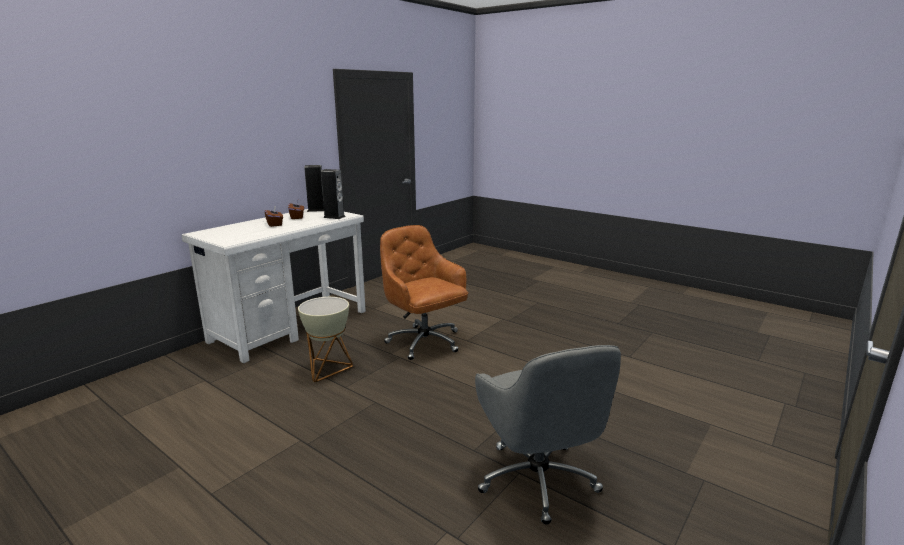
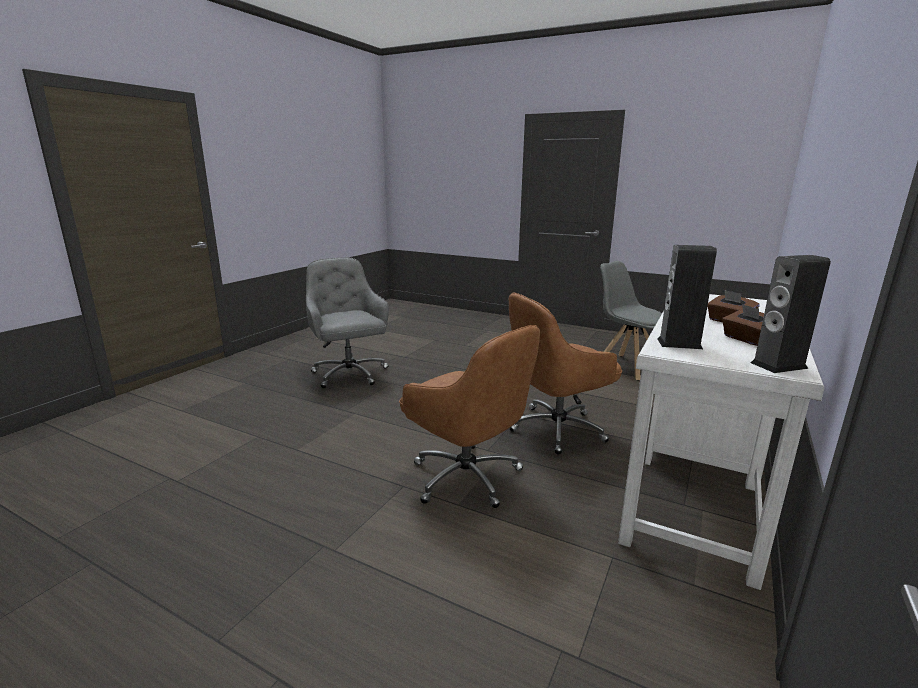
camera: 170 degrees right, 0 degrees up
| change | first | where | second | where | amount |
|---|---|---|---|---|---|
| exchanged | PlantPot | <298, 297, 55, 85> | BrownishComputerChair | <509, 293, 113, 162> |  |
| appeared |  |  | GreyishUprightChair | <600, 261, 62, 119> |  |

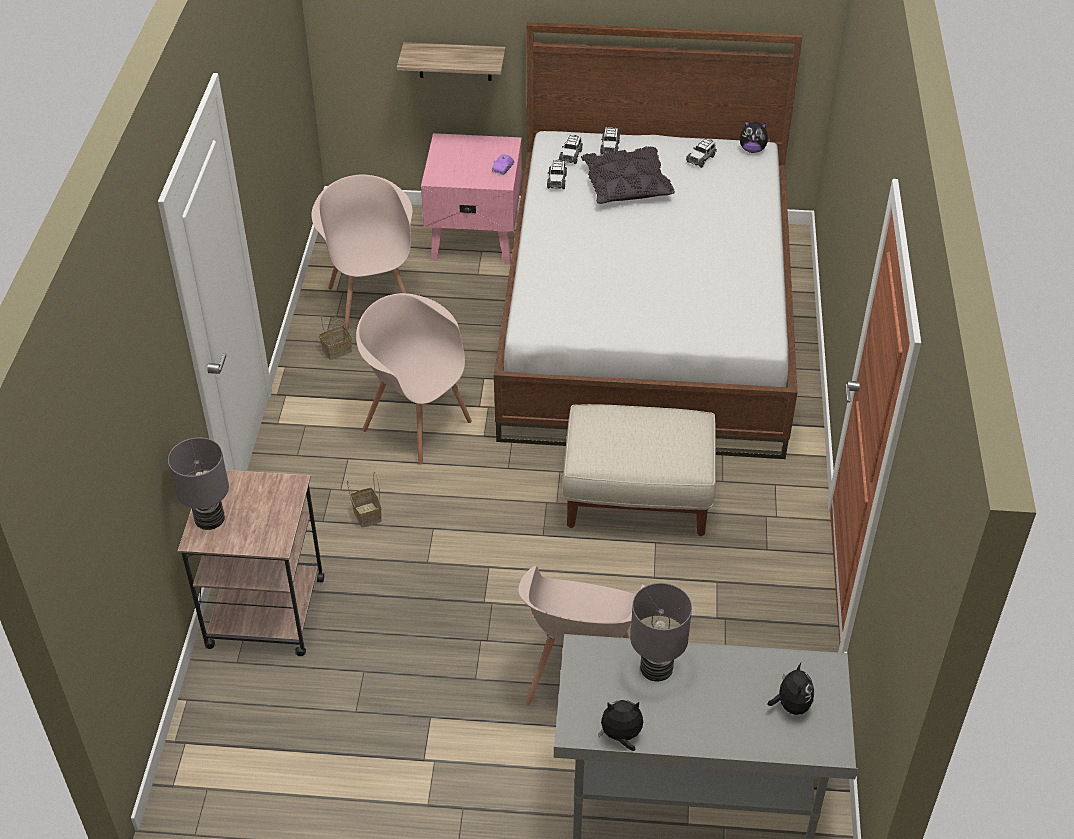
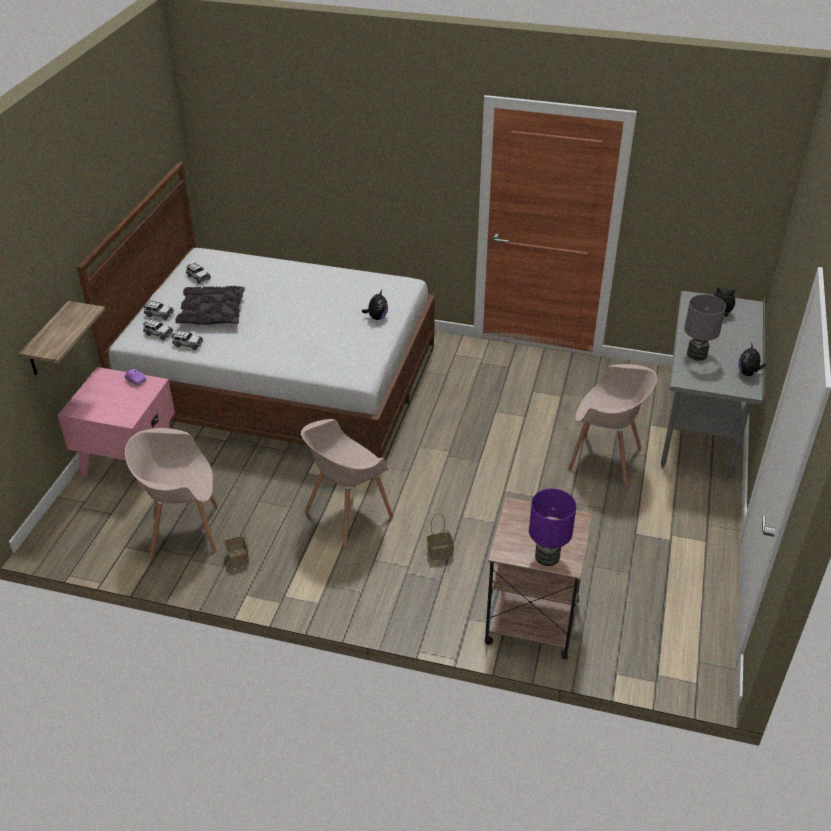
camera: 80 degrees left, 5 degrees down
| change | first | where | second | where | amount |
|---|---|---|---|---|---|
| relocated | SoftToy | <740, 120, 31, 33> |  | <362, 290, 26, 30> |  |
| missing | BeigeColouredPouffe | <562, 404, 154, 132> |  |  |  |
| colour | GreyishTabletopLamp | <168, 438, 61, 92> | PurpleTabletopLamp | <529, 489, 47, 77> |  |

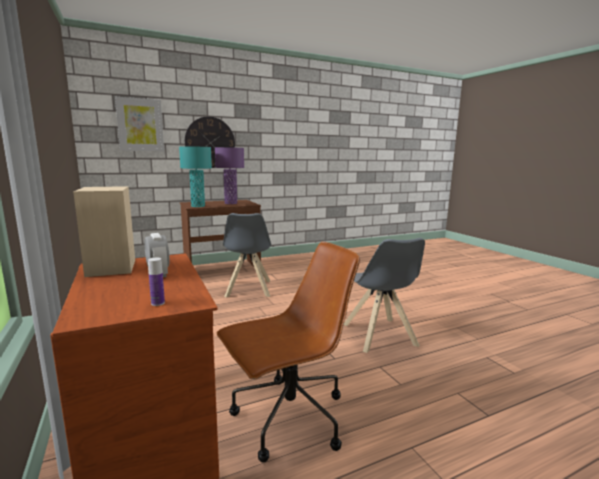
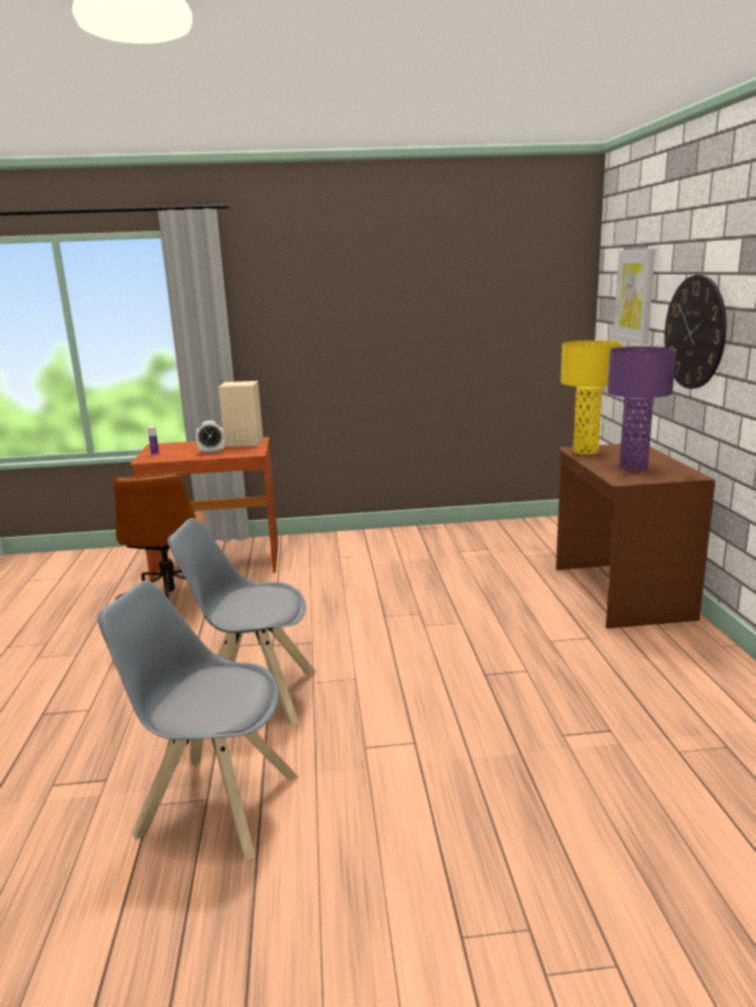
camera: 110 degrees right, 5 degrees up
| change | first | where | second | where | amount |
|---|---|---|---|---|---|
| colour | TurquoiseColouredTabletopLamp | <179, 146, 33, 61> | YellowColouredTabletopLamp | <561, 340, 61, 115> |  |
| relocated | GreyishUprightChair | <223, 213, 49, 84> |  | <97, 581, 202, 280> |  |

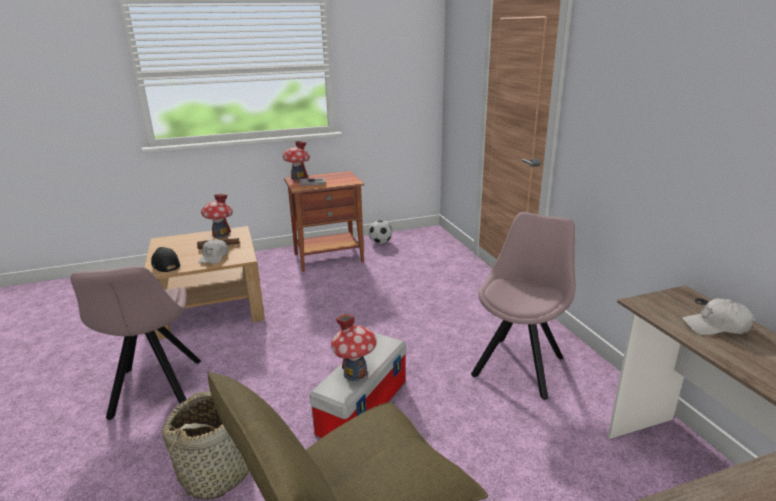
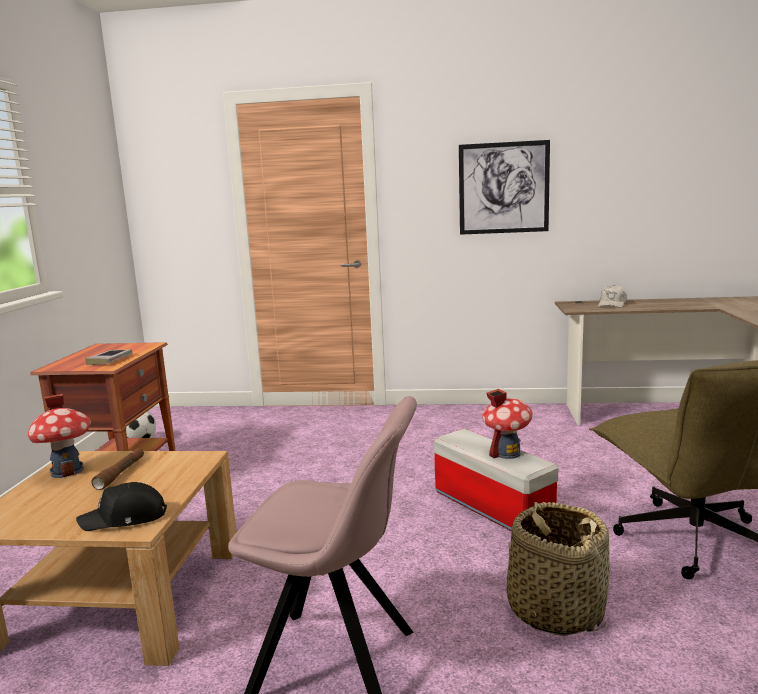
camera: 65 degrees left, 10 degrees down
| change | first | where | second | where | amount |
|---|---|---|---|---|---|
| missing | ToyHouse | <283, 141, 27, 39> |  |  |  |
| missing | PinkUprightChair | <471, 212, 105, 188> |  |  |  |
| missing | WhitishPeakedCap | <198, 239, 30, 25> |  |  |  |
| appeared |  |  | WallArt | <459, 140, 91, 95> |  |

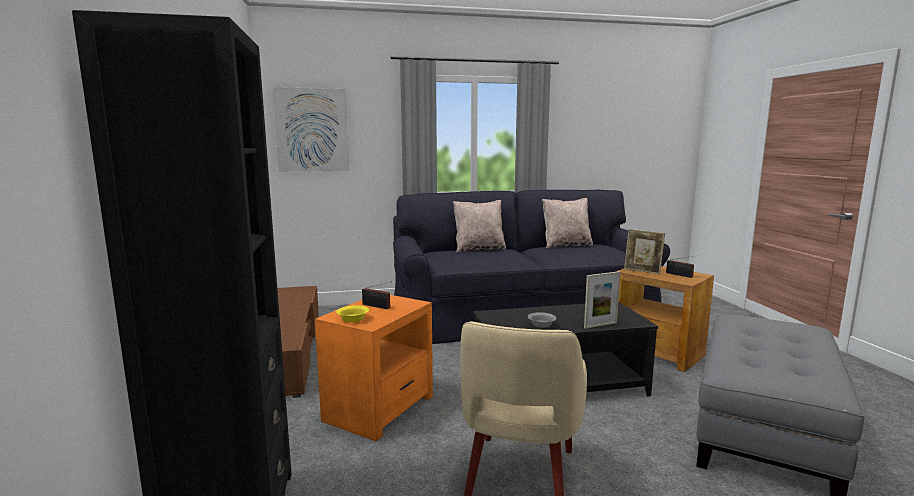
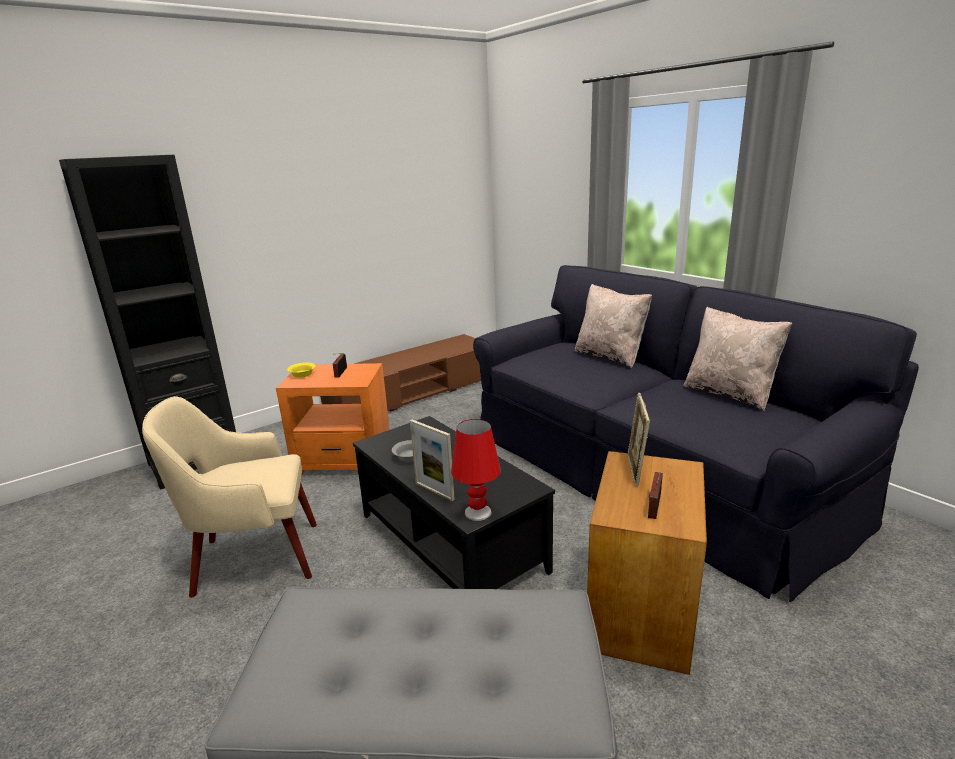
camera: 65 degrees right, 10 degrees up
| change | first | where | second | where | amount |
|---|---|---|---|---|---|
| missing | WallArt | <273, 87, 76, 84> |  |  |  |
| appeared |  |  | ReddishTabletopLamp | <451, 419, 50, 102> |  |

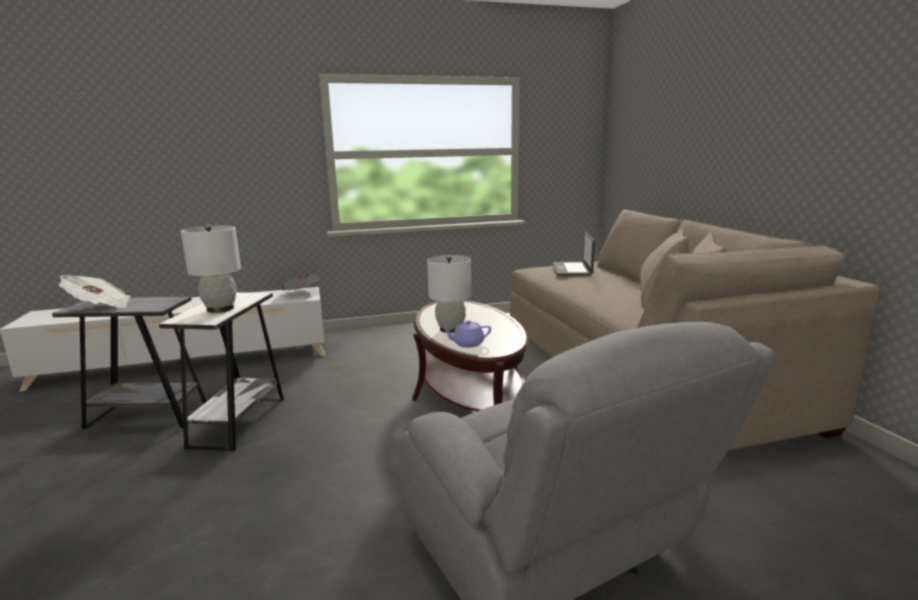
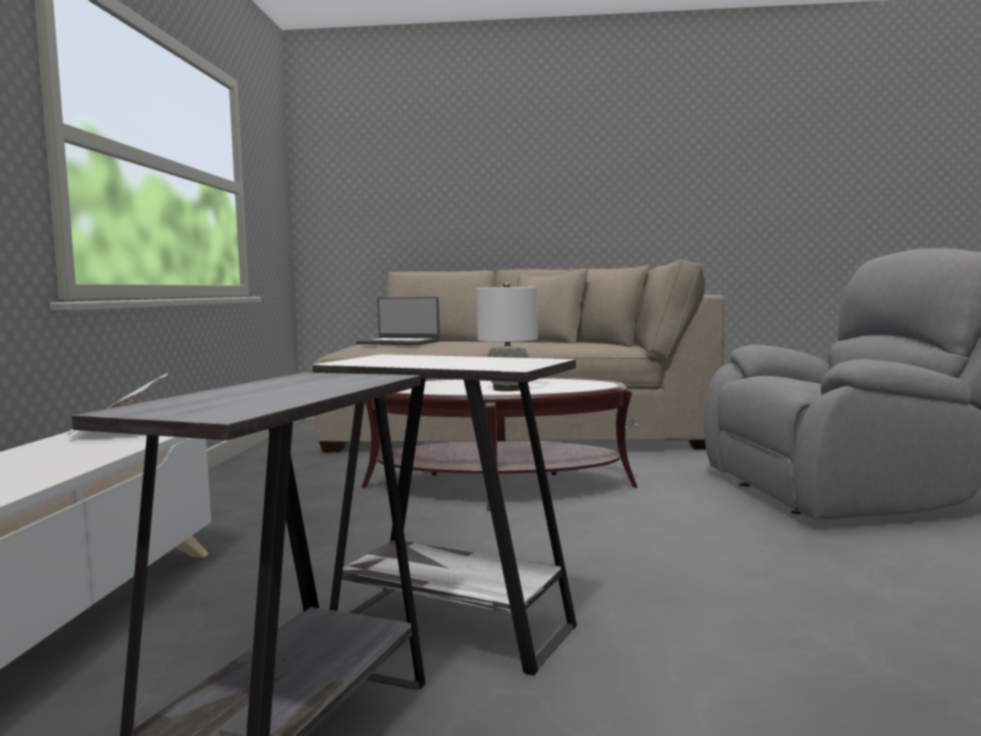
camera: 70 degrees left, 10 degrees down
| change | first | where | second | where | amount |
|---|---|---|---|---|---|
| missing | WhitishTabletopLamp | <181, 225, 60, 88> |  |  |  |
| missing | Newspaper | <59, 275, 72, 33> |  |  |  |
| missing | PurpleTeapot | <442, 320, 49, 28> |  |  |  |

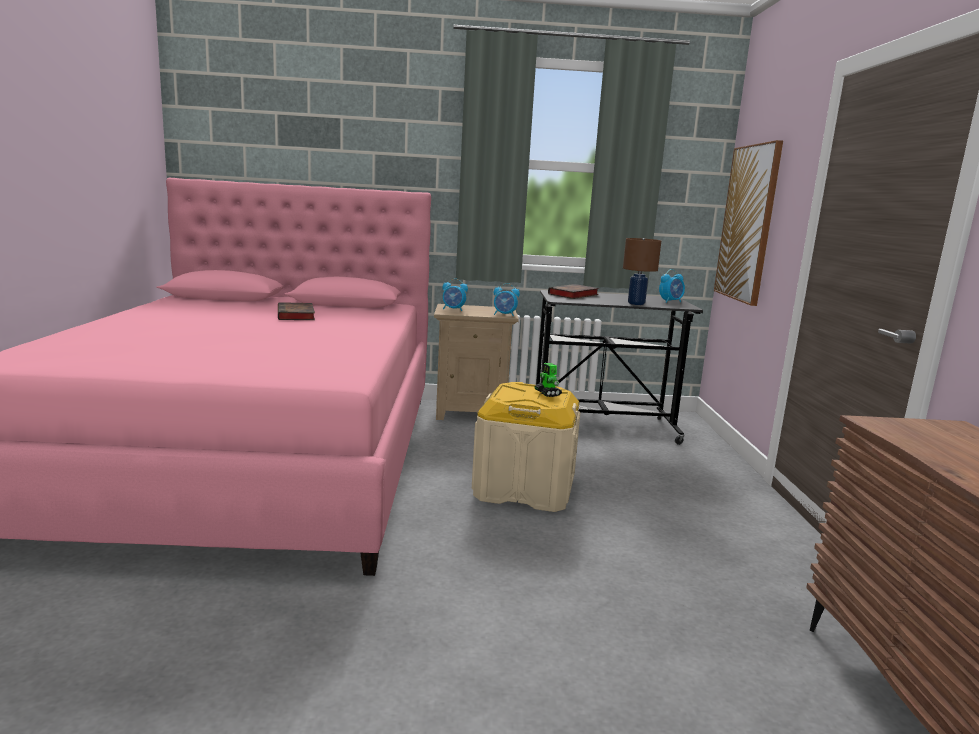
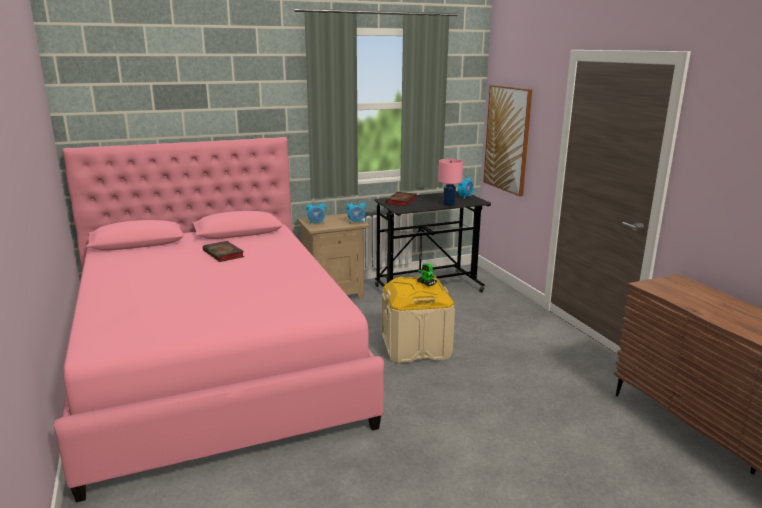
camera: 20 degrees left, 5 degrees up
| change | first | where | second | where | amount |
|---|---|---|---|---|---|
| colour | BrownishTabletopLamp | <623, 238, 39, 67> | PinkTabletopLamp | <438, 159, 25, 47> |  |

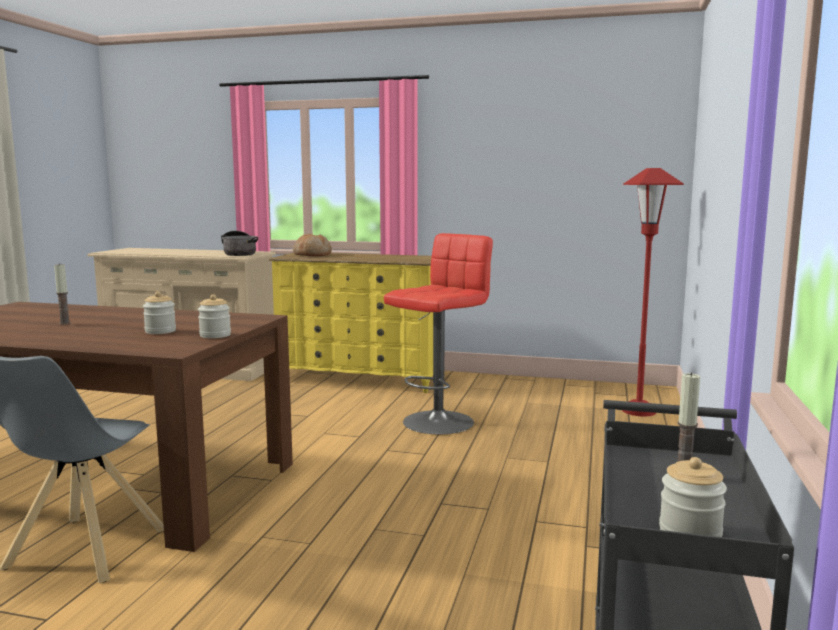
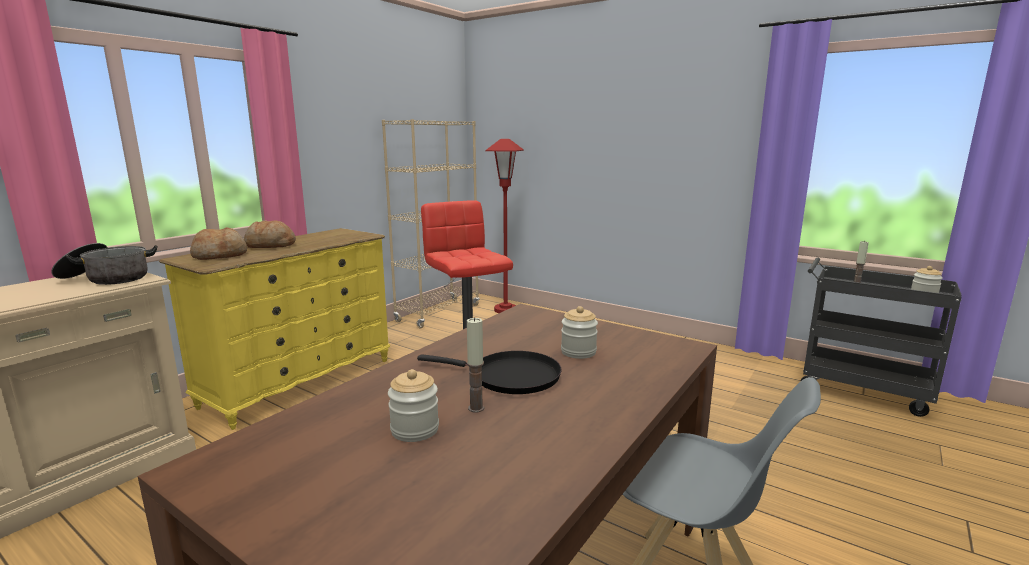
camera: 70 degrees left, 5 degrees up
| change | first | where | second | where | amount |
|---|---|---|---|---|---|
| relocated | Jar | <198, 294, 33, 44> |  | <388, 369, 51, 73> |  |
| appeared |  |  | BeigeColouredBookshelf | <382, 119, 98, 209> |  |
| appeared |  |  | BakedBread | <244, 220, 52, 28> |  |
| appeared |  |  | BlackSkillet | <417, 351, 145, 43> |  |

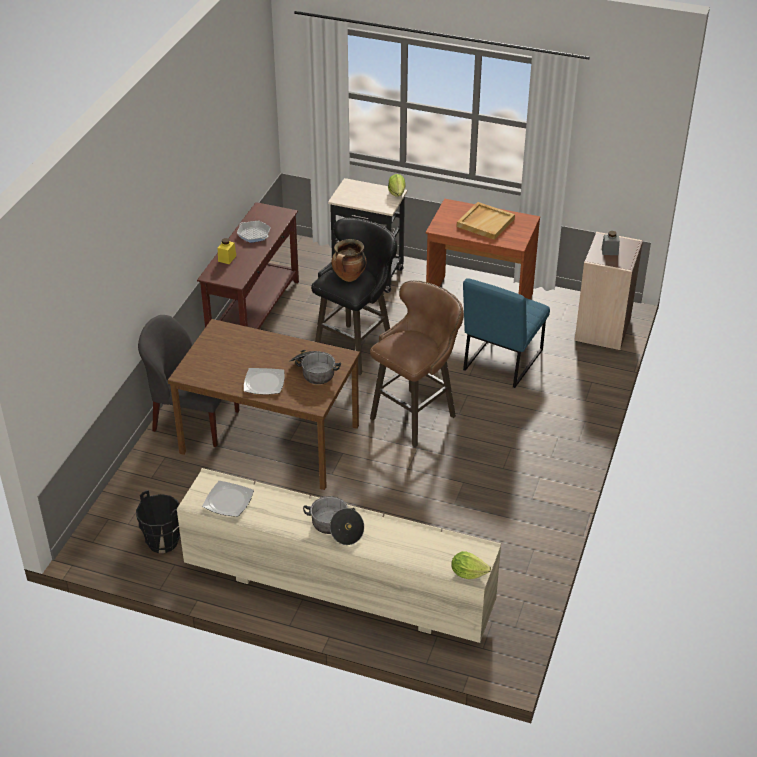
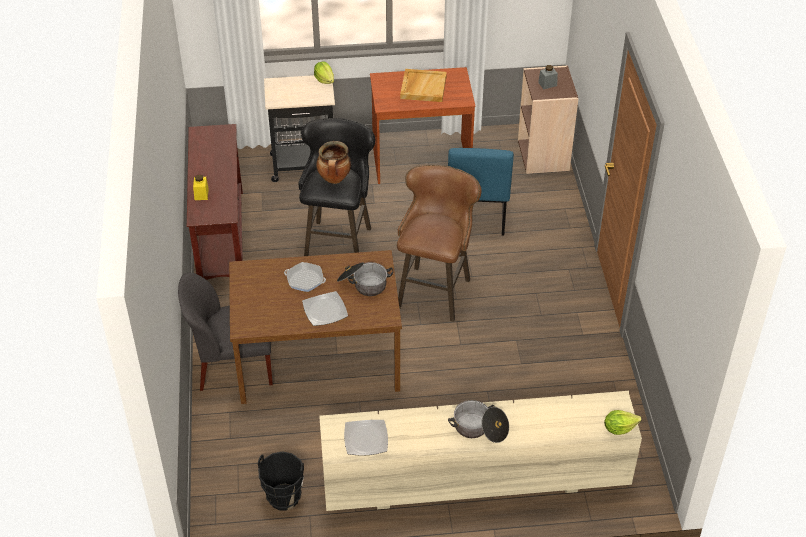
camera: 25 degrees left, 5 degrees up
| change | first | where | second | where | amount |
|---|---|---|---|---|---|
| relocated | Skillet | <237, 221, 34, 22> |  | <284, 262, 42, 30> |  |

